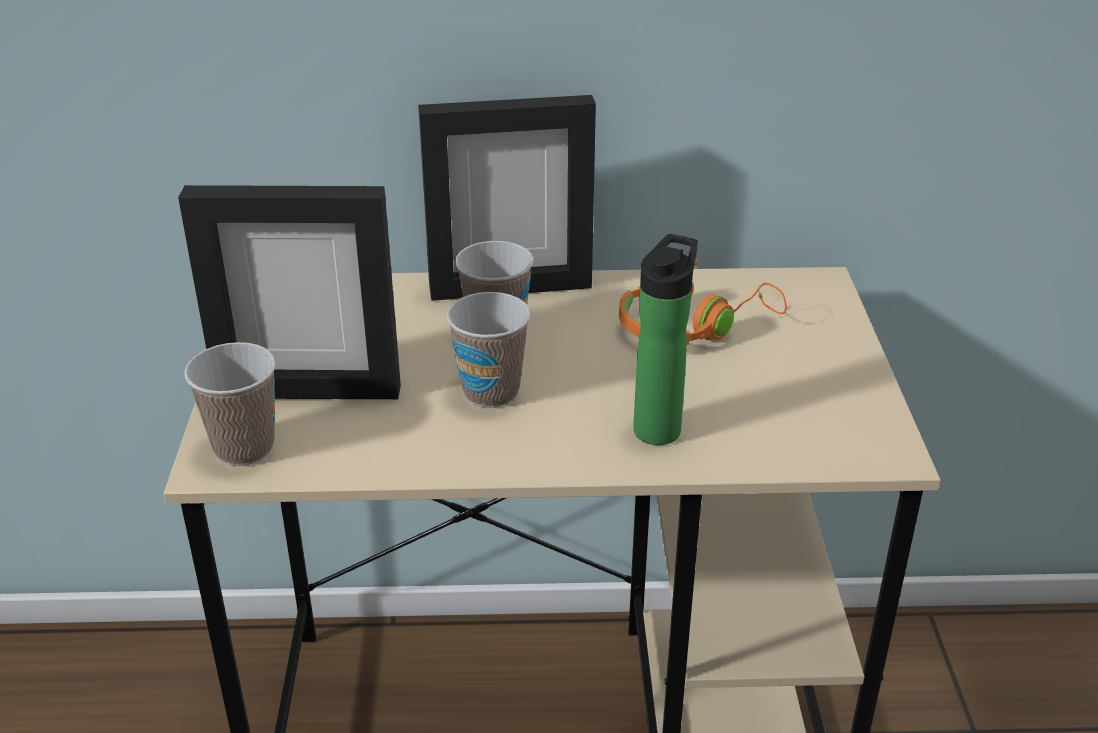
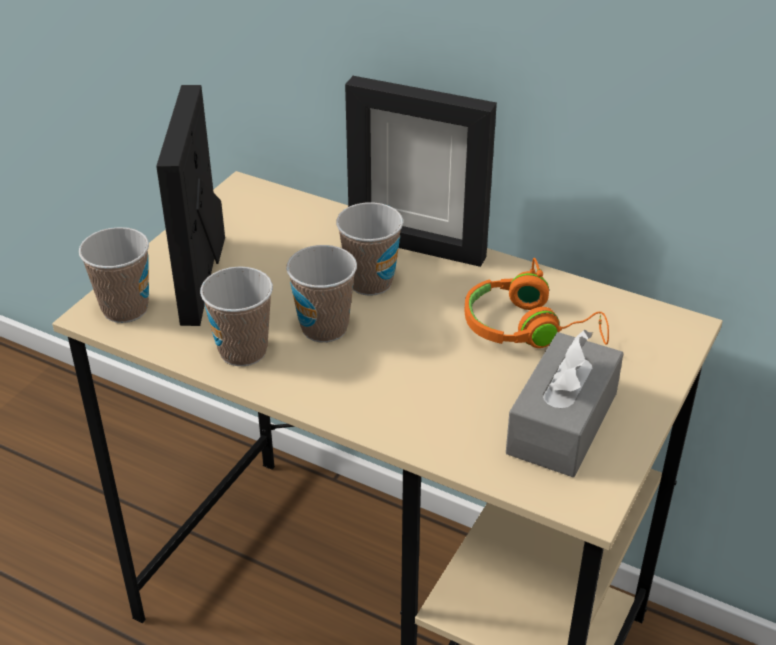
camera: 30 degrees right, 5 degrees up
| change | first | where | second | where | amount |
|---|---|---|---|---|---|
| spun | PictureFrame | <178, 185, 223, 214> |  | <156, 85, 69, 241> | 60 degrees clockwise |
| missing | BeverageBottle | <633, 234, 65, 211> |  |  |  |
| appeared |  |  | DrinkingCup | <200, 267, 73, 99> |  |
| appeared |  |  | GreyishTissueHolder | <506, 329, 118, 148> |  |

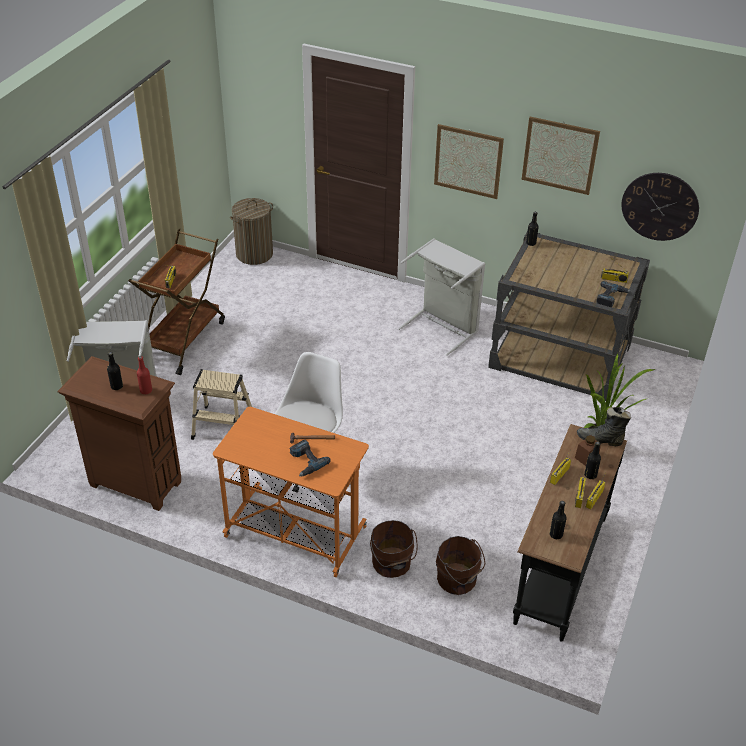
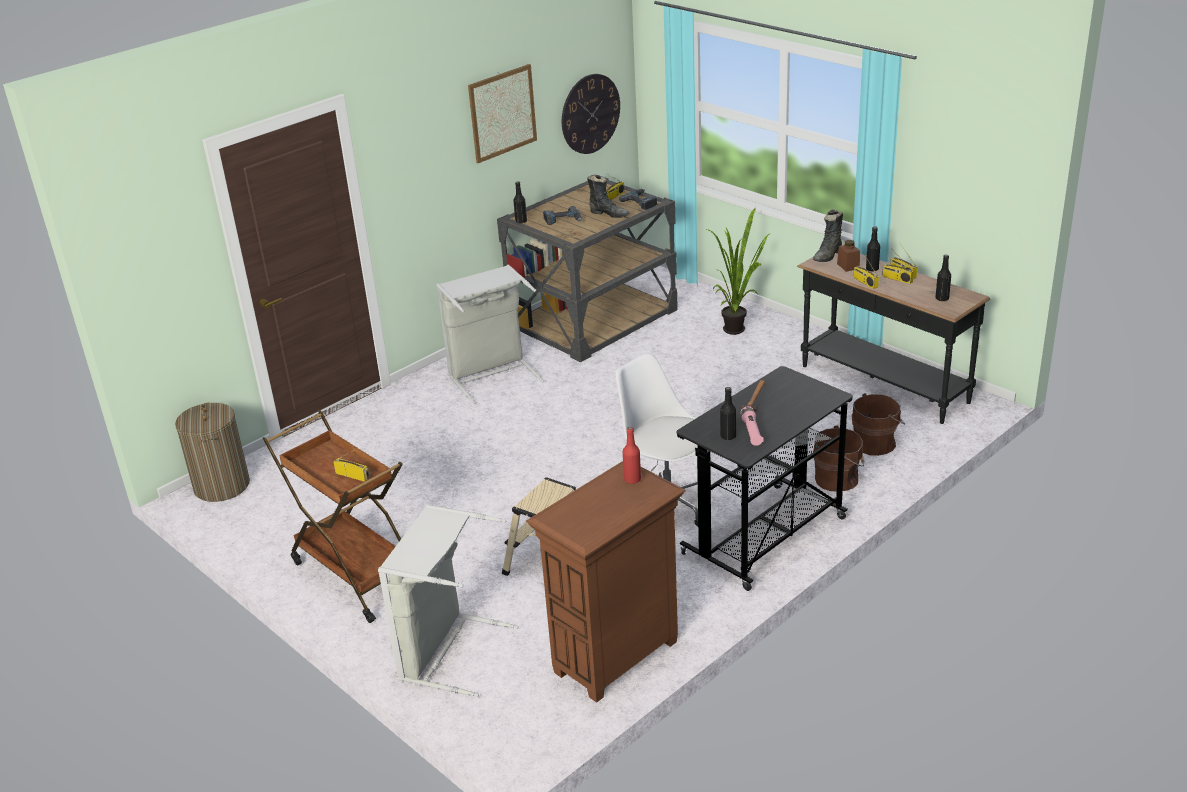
camera: 65 degrees left, 10 degrees down
| change | first | where | second | where | amount |
|---|---|---|---|---|---|
| missing | WallArt | <434, 124, 70, 75> |  |  |  |
| relocated | BlackBeverageBottle | <107, 352, 16, 38> |  | <720, 387, 16, 53> |  |
| colour | OrangeColouredDeskTable | <213, 407, 156, 170> | BlackDeskTable | <677, 366, 176, 225> |  |
| relocated | ElectricDrill | <289, 440, 42, 36> |  | <543, 206, 39, 19> |  |
| appeared |  |  | BlackHighTopBoot | <587, 174, 42, 44> |  |
| appeared |  |  | PinkTorch | <741, 406, 23, 40> |  |

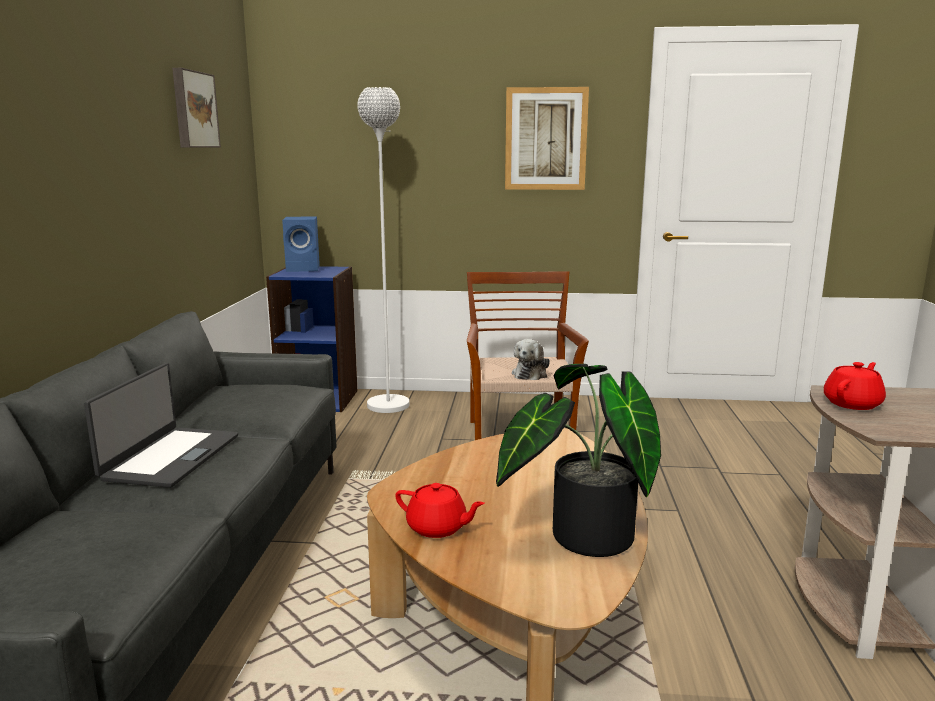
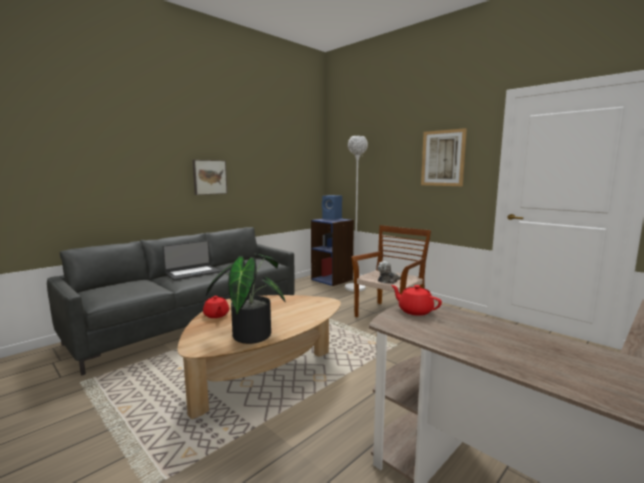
camera: 40 degrees right, 5 degrees down
| change | first | where | second | where | amount |
|---|---|---|---|---|---|
| relocated | WallArt | <172, 68, 49, 80> |  | <192, 160, 35, 35> |  |
| spun | ReddishTeapot | <824, 362, 62, 48> |  | <391, 285, 51, 31> | 135 degrees counterclockwise |

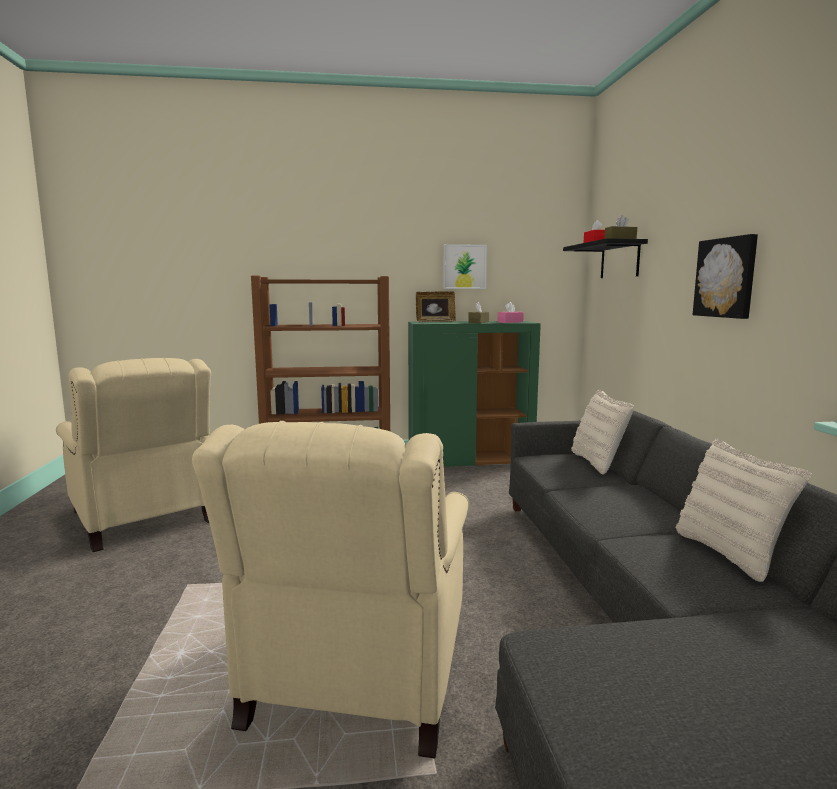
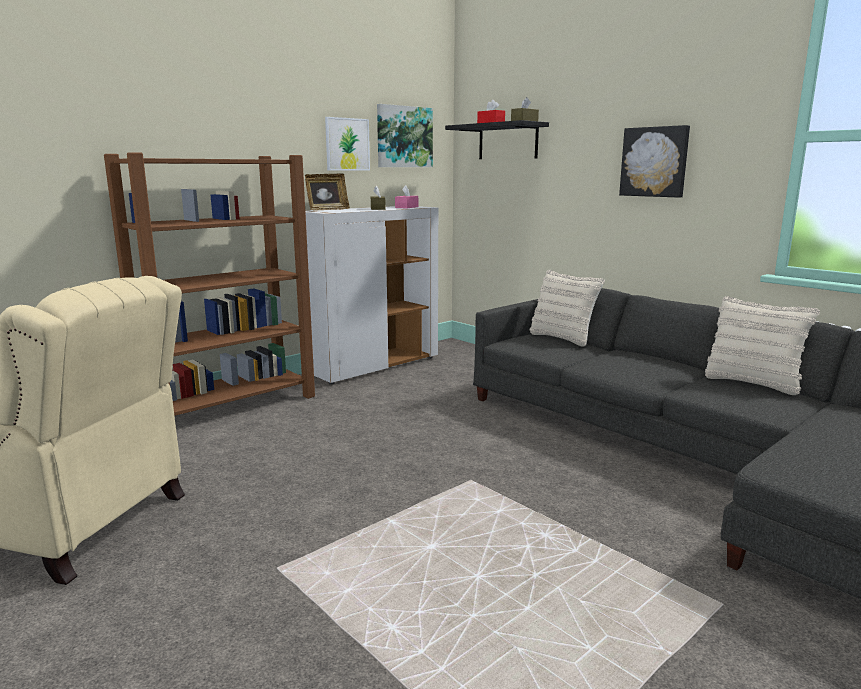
camera: 35 degrees left, 5 degrees up
| change | first | where | second | where | amount |
|---|---|---|---|---|---|
| colour | GreenishCupboard | <408, 321, 133, 146> | WhitishCupboard | <305, 206, 133, 179> |  |
| missing | BeigeColouredEasyChair | <192, 421, 277, 338> |  |  |  |
| appeared |  |  | WallArt | <377, 104, 56, 63> |  |

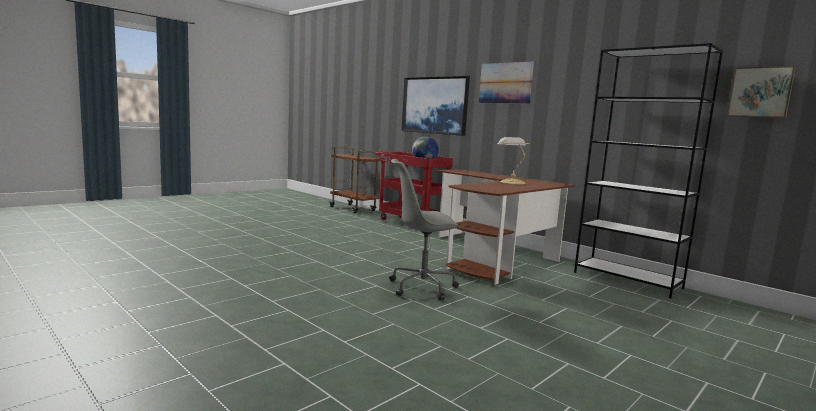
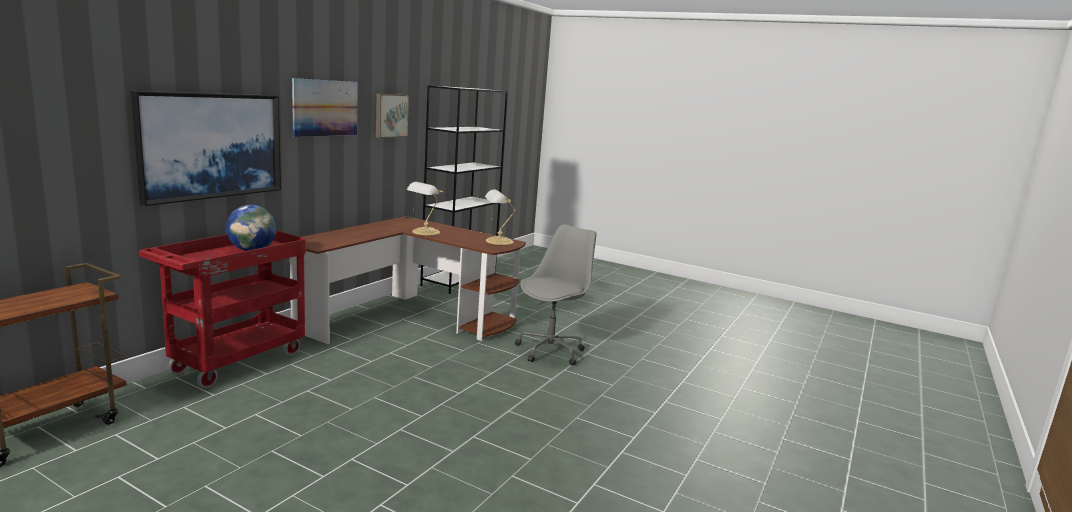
camera: 105 degrees left, 5 degrees up
| change | first | where | second | where | amount |
|---|---|---|---|---|---|
| relocated | WallArt | <727, 66, 69, 52> |  | <376, 94, 33, 44> |  |
| spun | GreyishComputerChair | <389, 159, 72, 141> |  | <514, 224, 82, 141> | 120 degrees counterclockwise |
| appeared |  |  | TabletopLamp | <485, 189, 30, 56> |  |

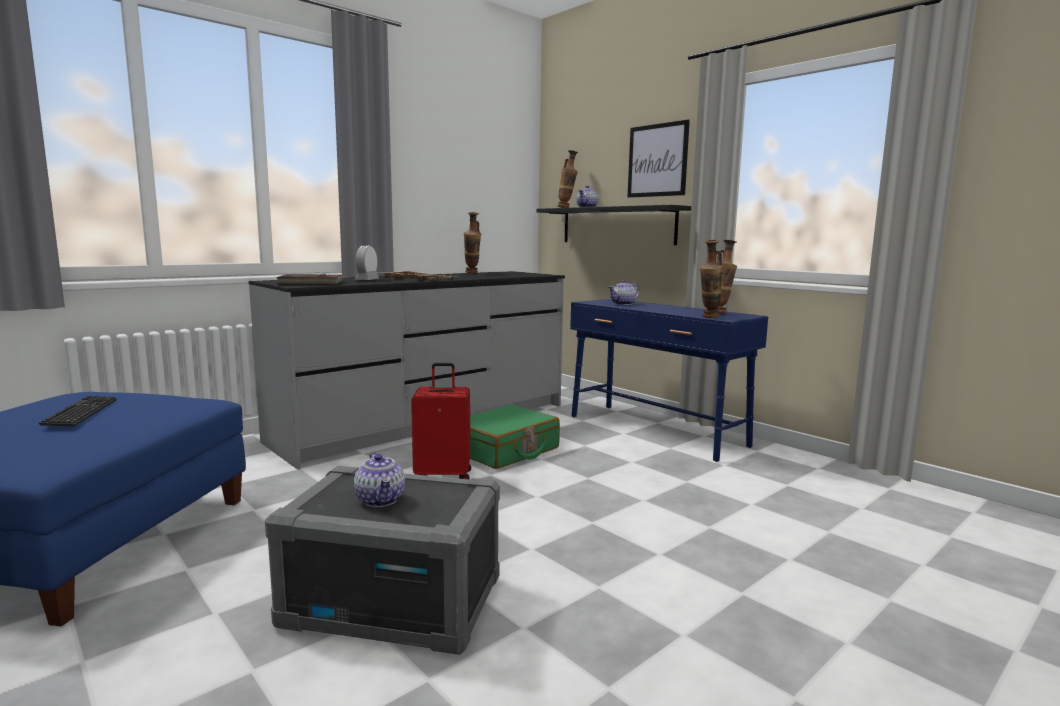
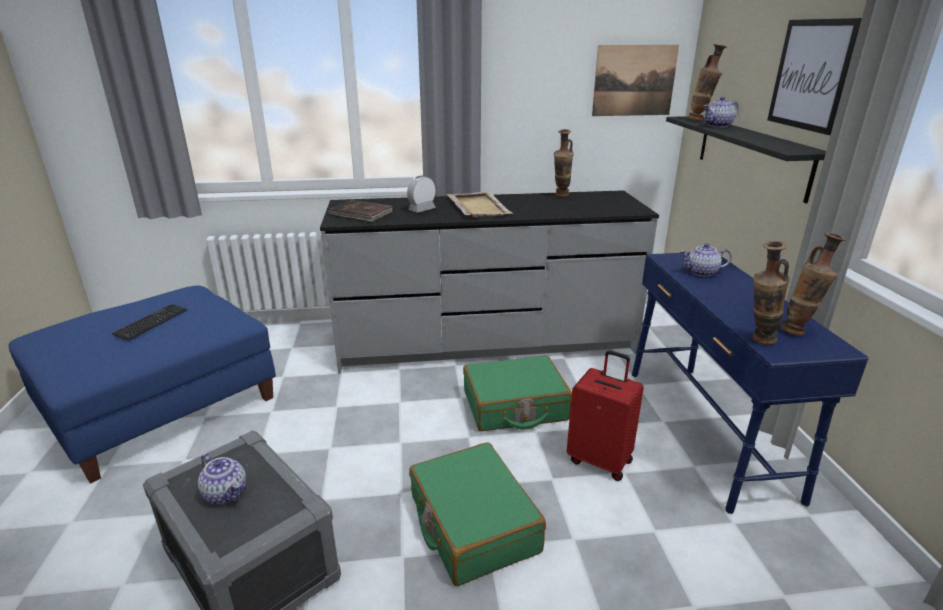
camera: 35 degrees right, 15 degrees up
| change | first | where | second | where | amount |
|---|---|---|---|---|---|
| relocated | ReddishSuitcase | <411, 363, 60, 116> |  | <567, 350, 77, 131> |  |
| spun | Teapot | <354, 452, 51, 55> |  | <198, 454, 48, 50> | 60 degrees counterclockwise |
| appeared |  |  | WallArt | <592, 45, 87, 71> |  |
| appeared |  |  | GreenishSuitcase | <409, 442, 137, 144> |  |

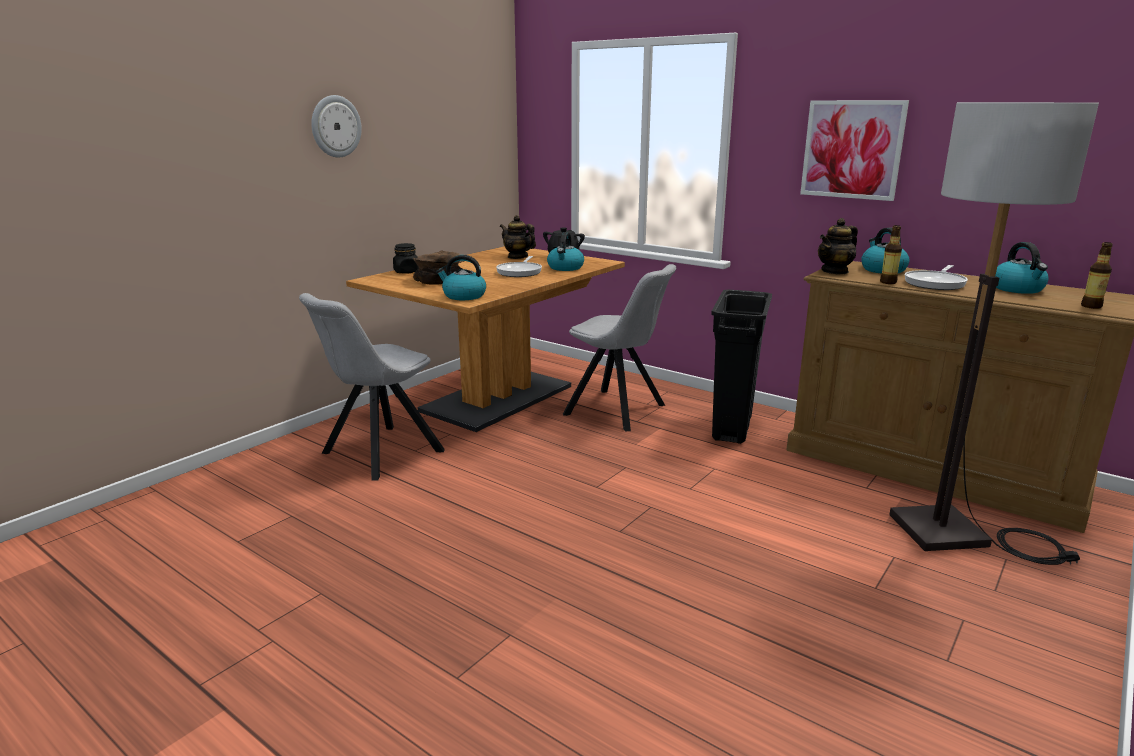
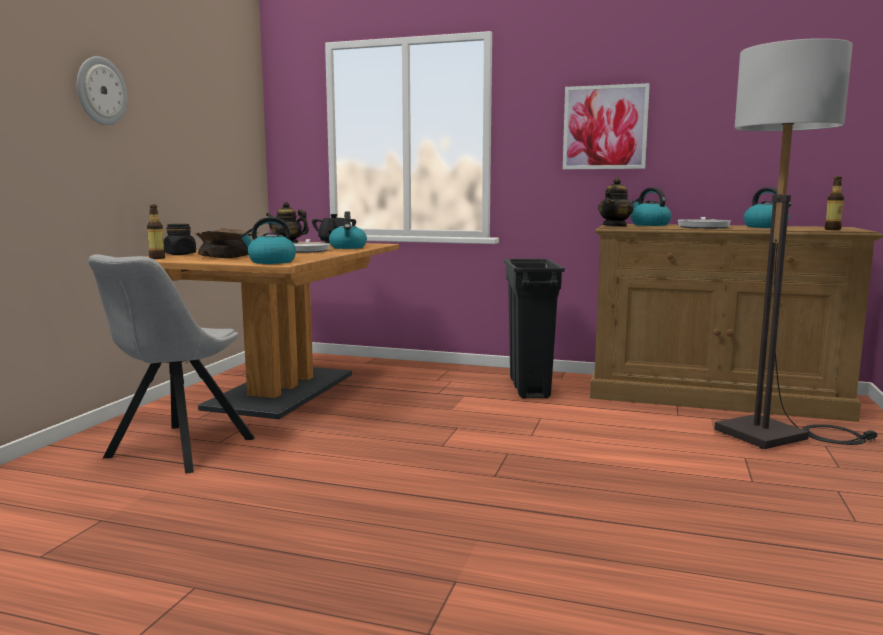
camera: 20 degrees left, 10 degrees down
| change | first | where | second | where | amount |
|---|---|---|---|---|---|
| relocated | BeverageBottle | <880, 225, 22, 59> |  | <147, 205, 18, 54> |  |
| missing | GreyishUprightChair | <563, 264, 113, 167> |  |  |  |

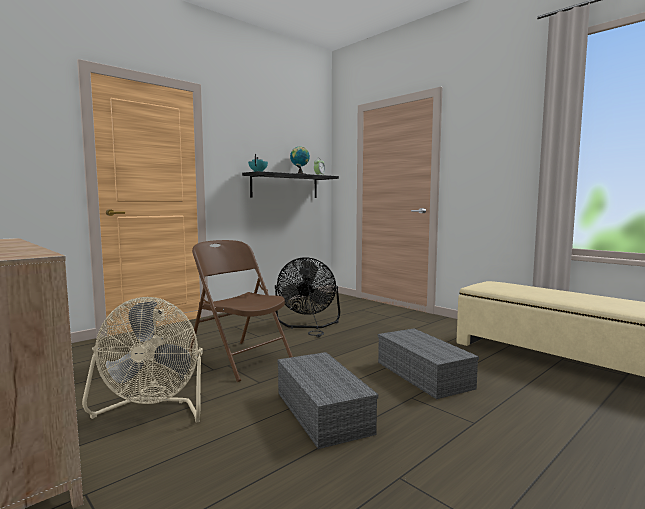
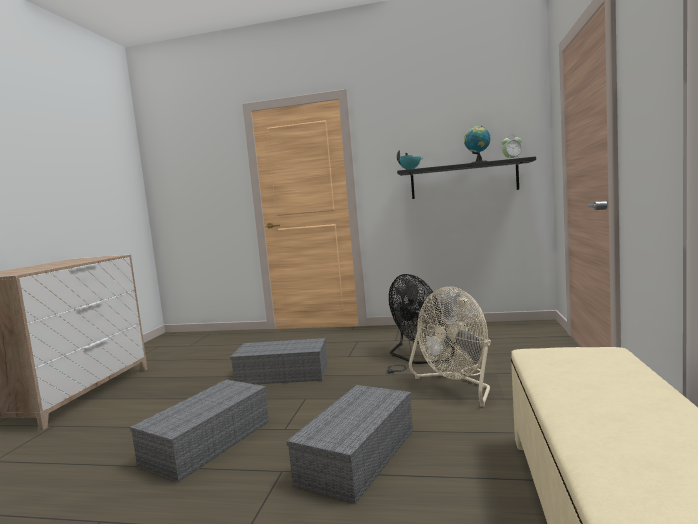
camera: 55 degrees right, 0 degrees up
| change | first | where | second | where | amount |
|---|---|---|---|---|---|
| exchanged | BrownishUprightChair | <189, 240, 104, 142> | GreyishStorageContainer | <230, 338, 98, 46> |  |
| relocated | BeigeColouredCoolingFan | <82, 297, 121, 126> |  | <409, 286, 82, 121> |  |

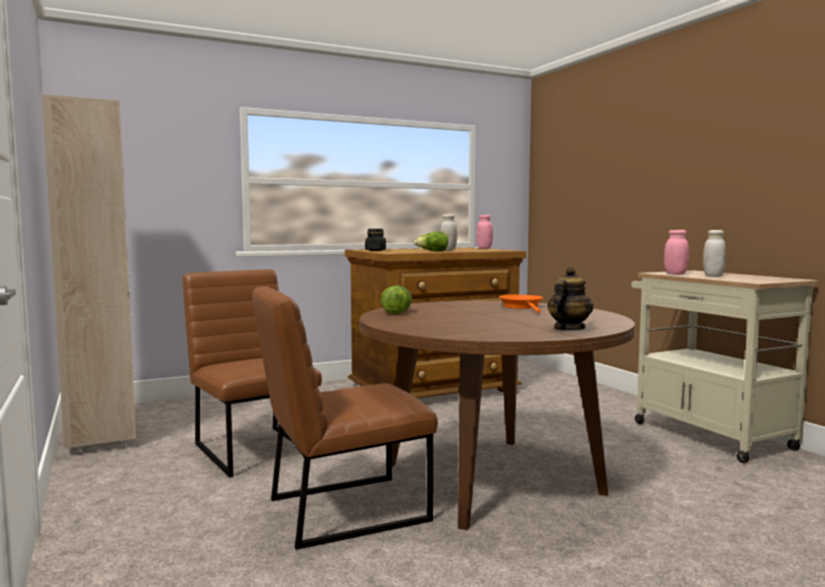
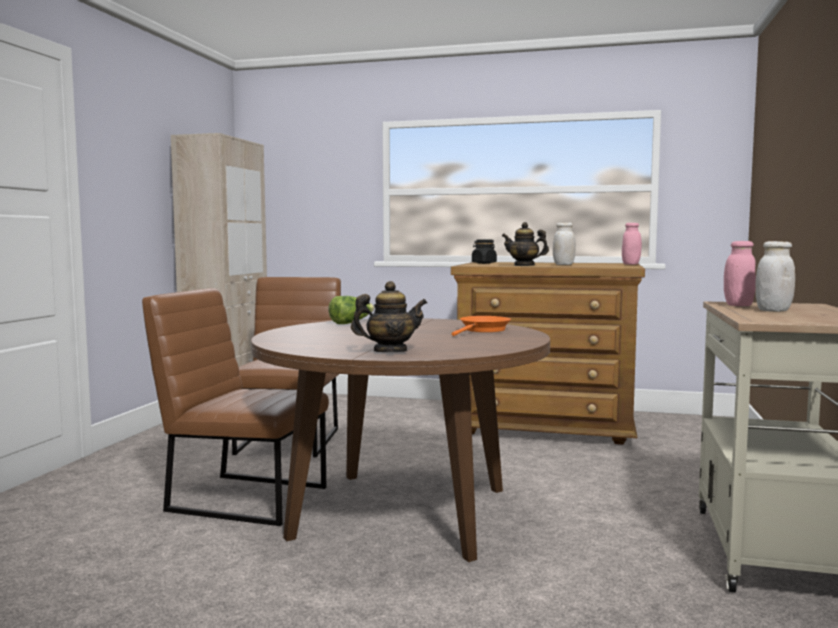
camera: 40 degrees right, 0 degrees up
| change | first | where | second | where | amount |
|---|---|---|---|---|---|
| exchanged | LettuceHead | <414, 232, 34, 20> | Teapot | <502, 222, 47, 44> |  |

